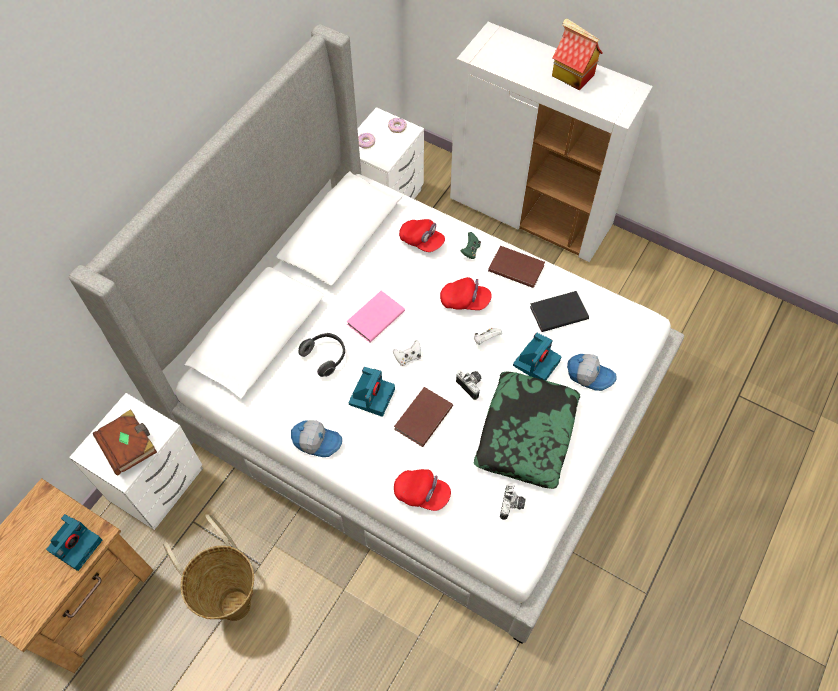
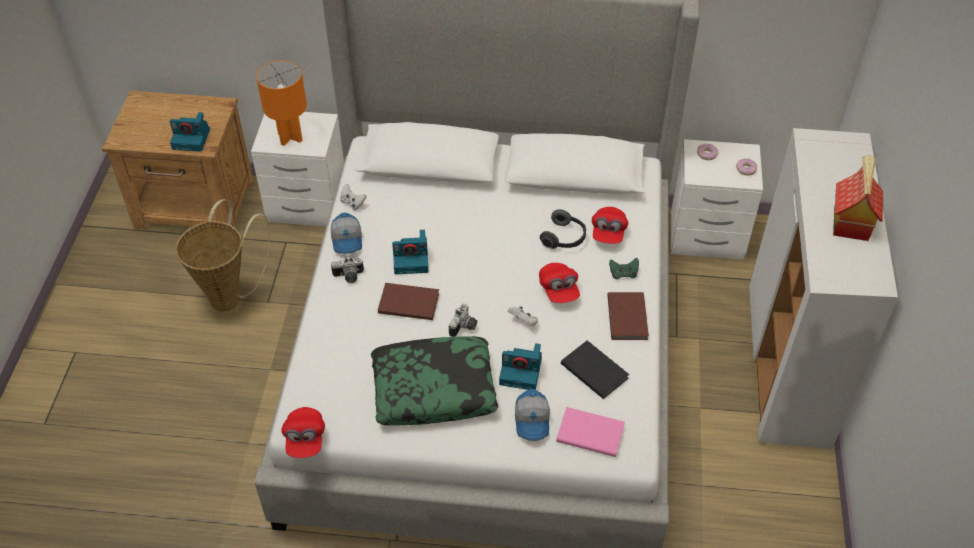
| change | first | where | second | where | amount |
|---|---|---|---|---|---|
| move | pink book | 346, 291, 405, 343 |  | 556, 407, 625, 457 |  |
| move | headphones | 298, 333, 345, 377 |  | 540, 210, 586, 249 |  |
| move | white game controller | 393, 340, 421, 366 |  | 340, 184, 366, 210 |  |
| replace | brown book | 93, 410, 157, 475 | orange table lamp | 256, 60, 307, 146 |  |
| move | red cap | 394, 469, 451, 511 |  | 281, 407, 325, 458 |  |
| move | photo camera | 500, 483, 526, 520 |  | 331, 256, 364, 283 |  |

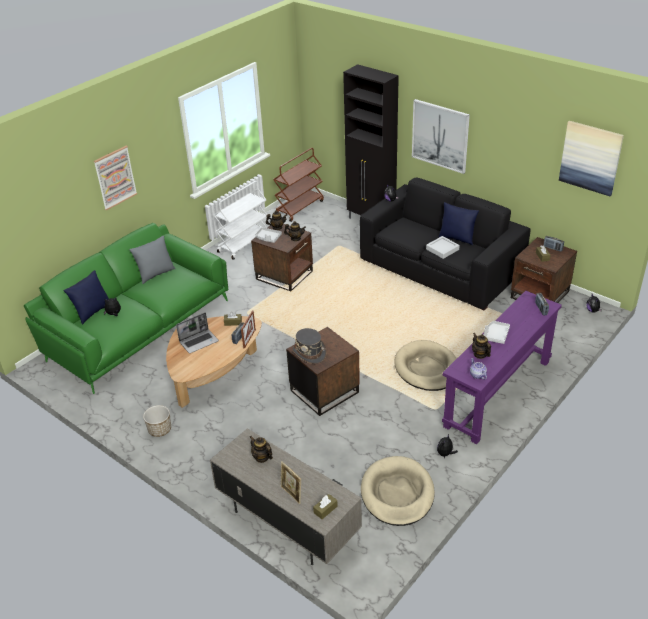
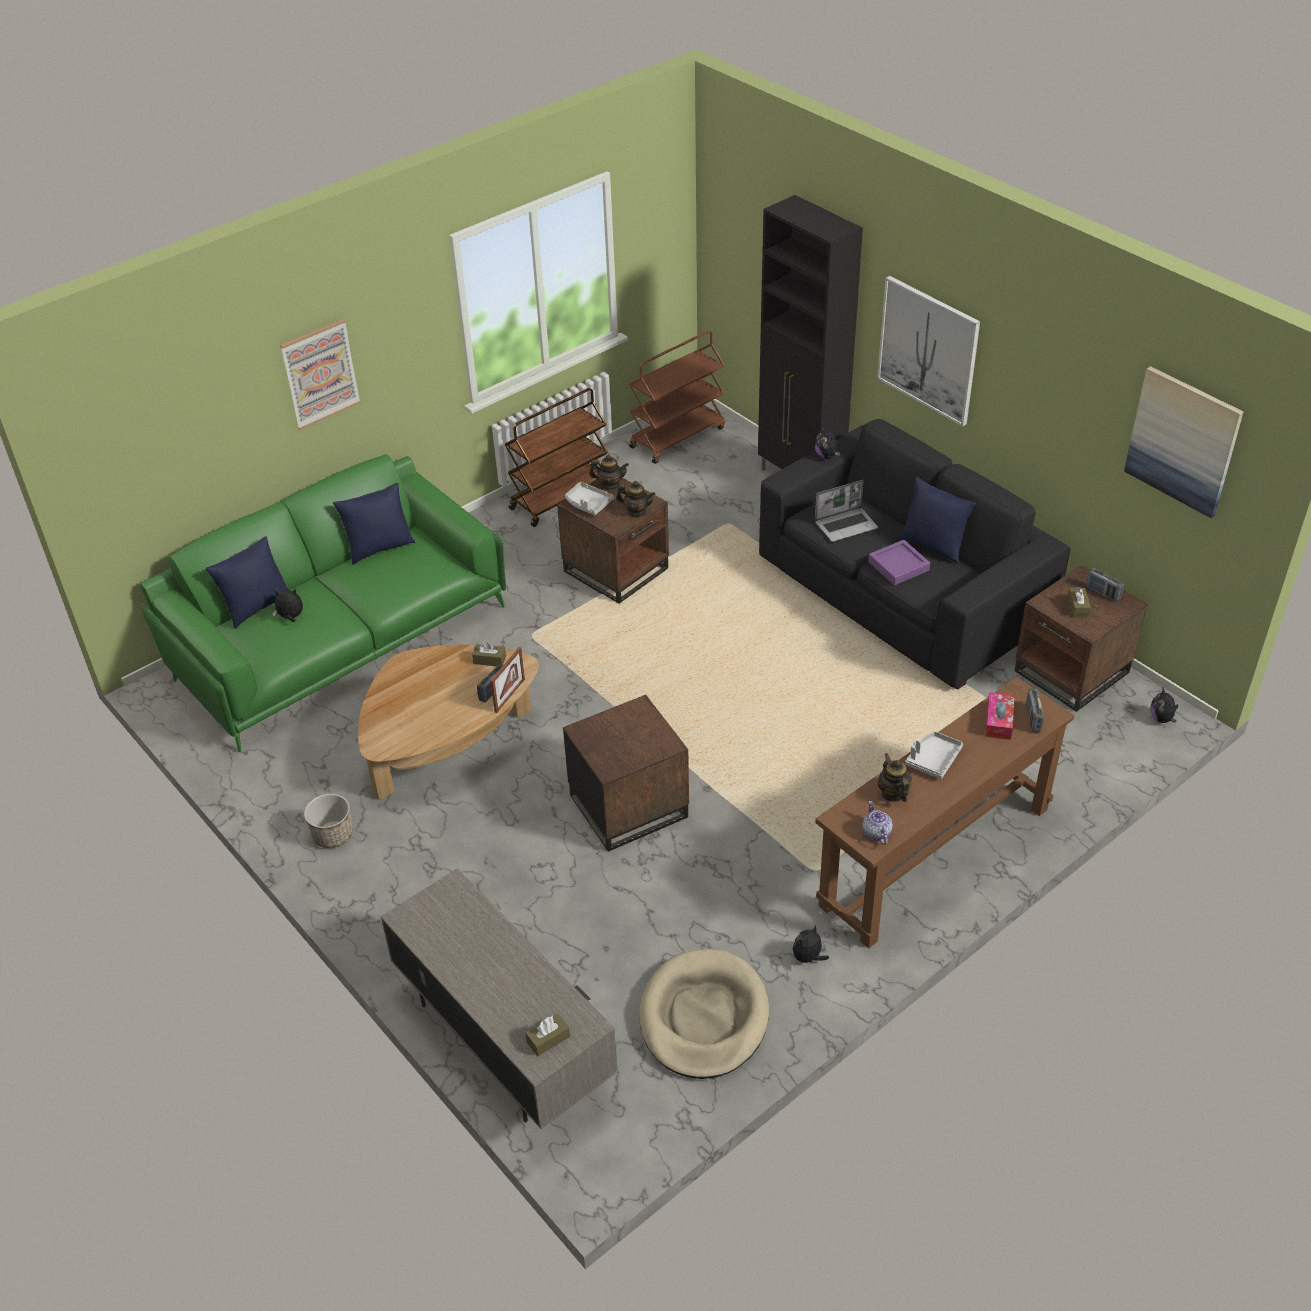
| change | first | where | second | where | amount |
|---|---|---|---|---|---|
| recolor | white cart | 213, 181, 267, 260 | brown cart | 505, 388, 608, 527 |  |
| recolor | grey pillow | 129, 236, 176, 284 | blue pillow | 333, 483, 415, 565 |  |
| recolor | grey tray | 426, 236, 460, 259 | purple tray | 868, 540, 930, 585 |  |
| recolor | purple console table | 442, 291, 562, 444 | brown console table | 815, 677, 1075, 948 |  |
| move | laptop | 176, 312, 219, 354 |  | 815, 480, 878, 542 |  |
| delete | grey hat | 292, 328, 327, 364 |  |  |  |
| delete | beige dog bed | 394, 340, 457, 391 |  |  |  |
| delete | teapot | 250, 436, 273, 463 |  |  |  |
| delete | picture frame | 281, 461, 301, 504 |  |  |  |
| insert |  |  | tissue box | 985, 692, 1015, 740 |  |

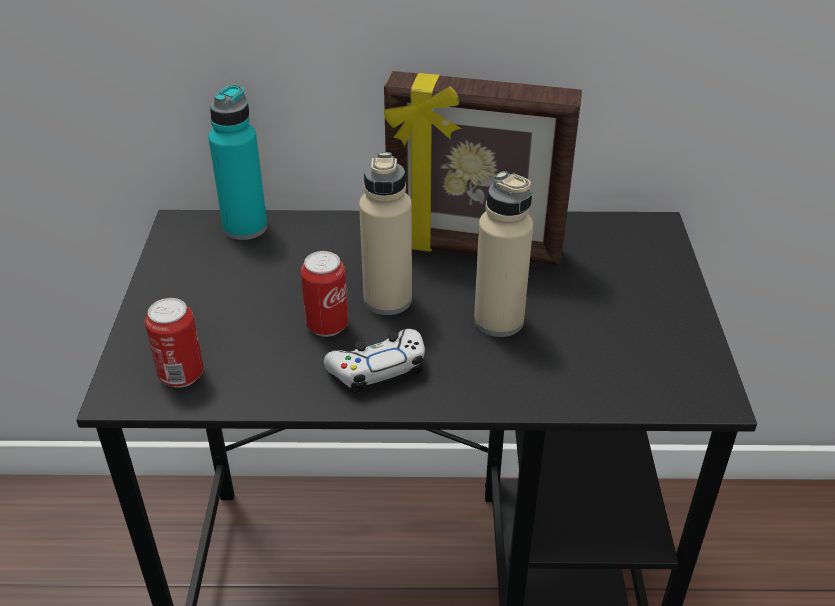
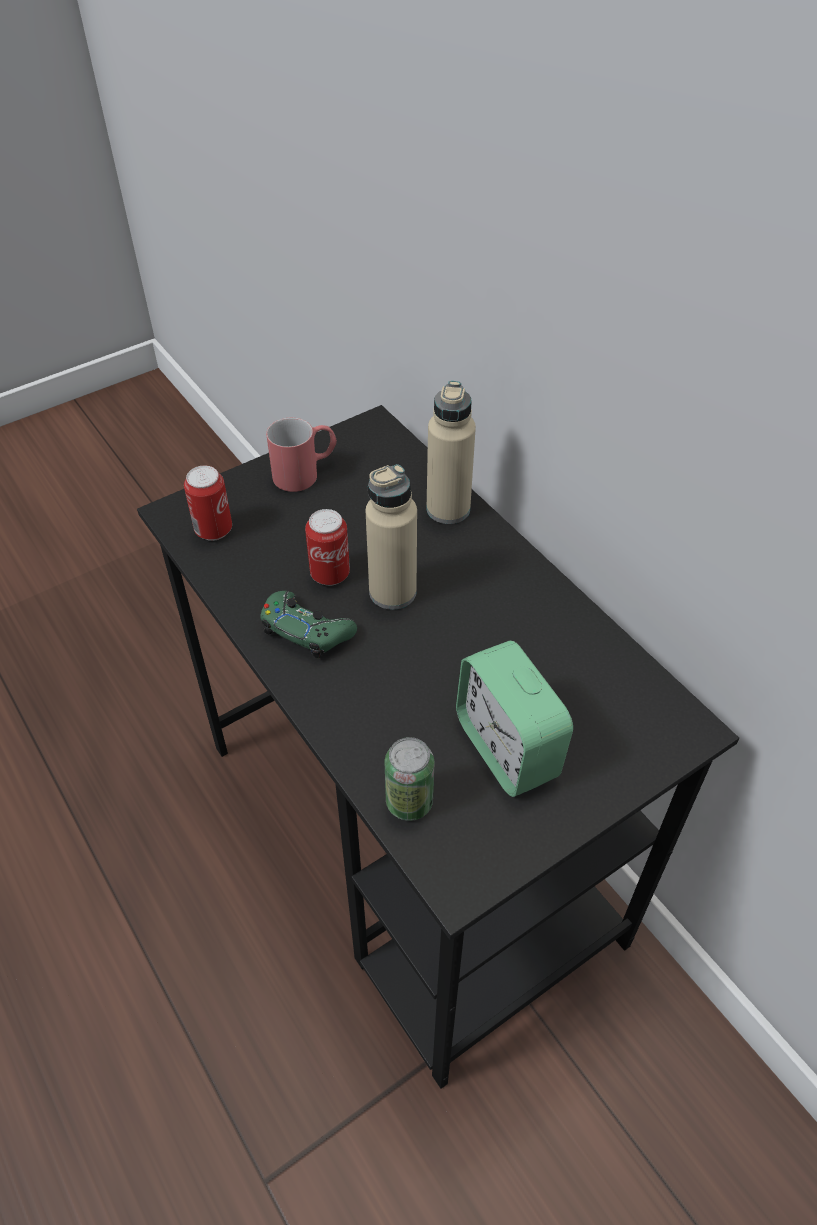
| change | first | where | second | where | amount |
|---|---|---|---|---|---|
| delete | picture frame | 384, 71, 582, 266 |  |  |  |
| delete | turquoise bottle | 208, 84, 267, 240 |  |  |  |
| move | beige bottle | 474, 171, 533, 337 |  | 426, 381, 476, 524 |  |
| recolor | white game controller | 324, 329, 425, 393 | green game controller | 260, 591, 357, 659 |  |
| insert |  |  | red mug | 266, 418, 337, 492 |  |
| insert |  |  | alarm clock | 456, 641, 573, 797 |  |
| insert |  |  | can | 385, 737, 434, 821 |  |

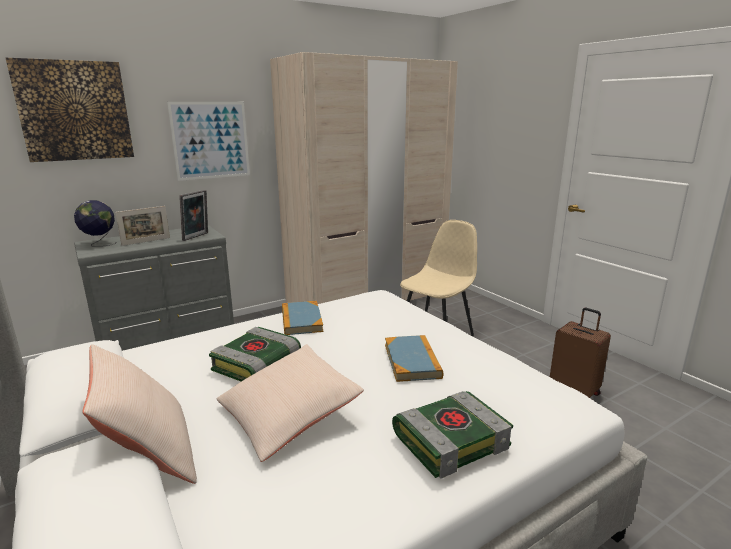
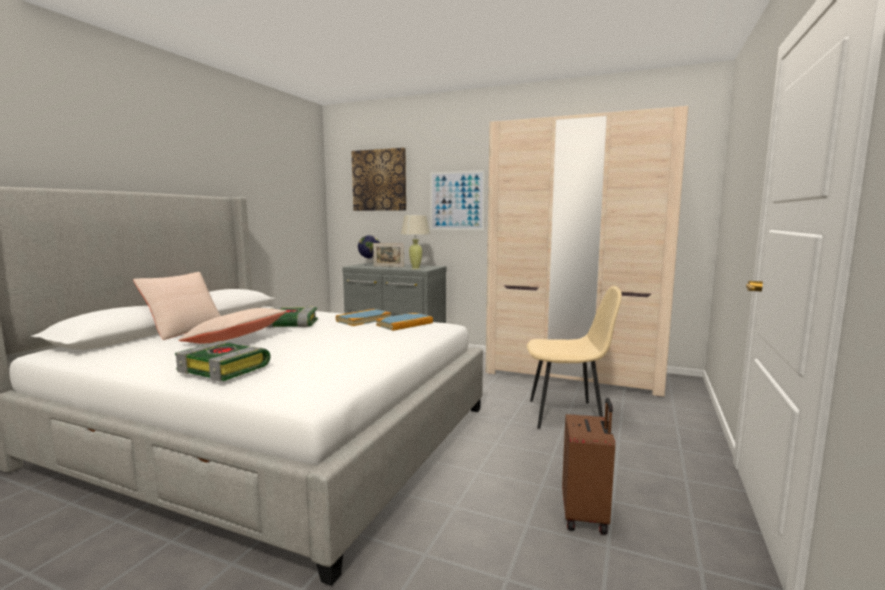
| change | first | where | second | where | amount |
|---|---|---|---|---|---|
| replace | picture frame | 179, 190, 208, 241 | beige table lamp | 401, 215, 430, 269 |  |
| move | book | 385, 335, 443, 382 |  | 376, 313, 433, 331 |  |

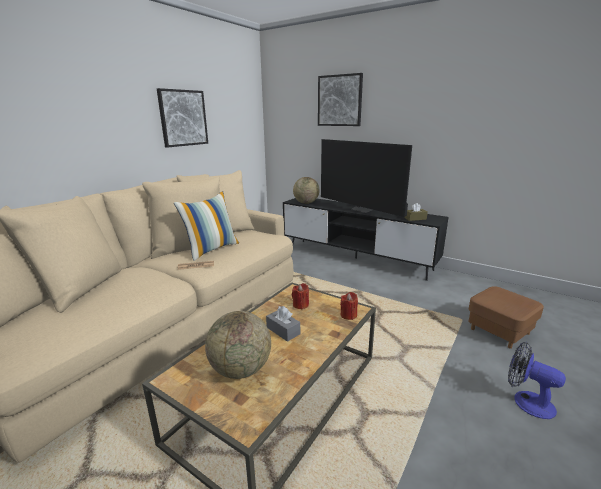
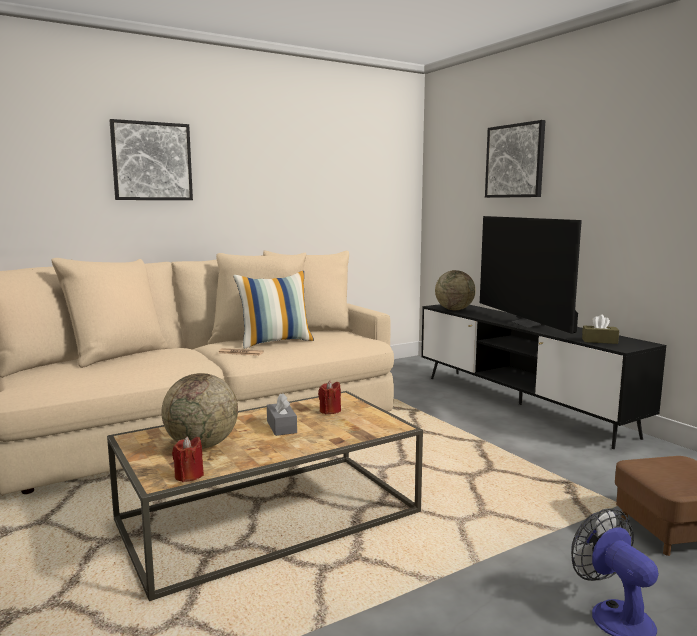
| change | first | where | second | where | amount |
|---|---|---|---|---|---|
| move | picture | 157, 88, 208, 148 |  | 110, 119, 193, 200 |  |
| move | red candle | 340, 292, 358, 320 |  | 172, 436, 204, 482 |  |

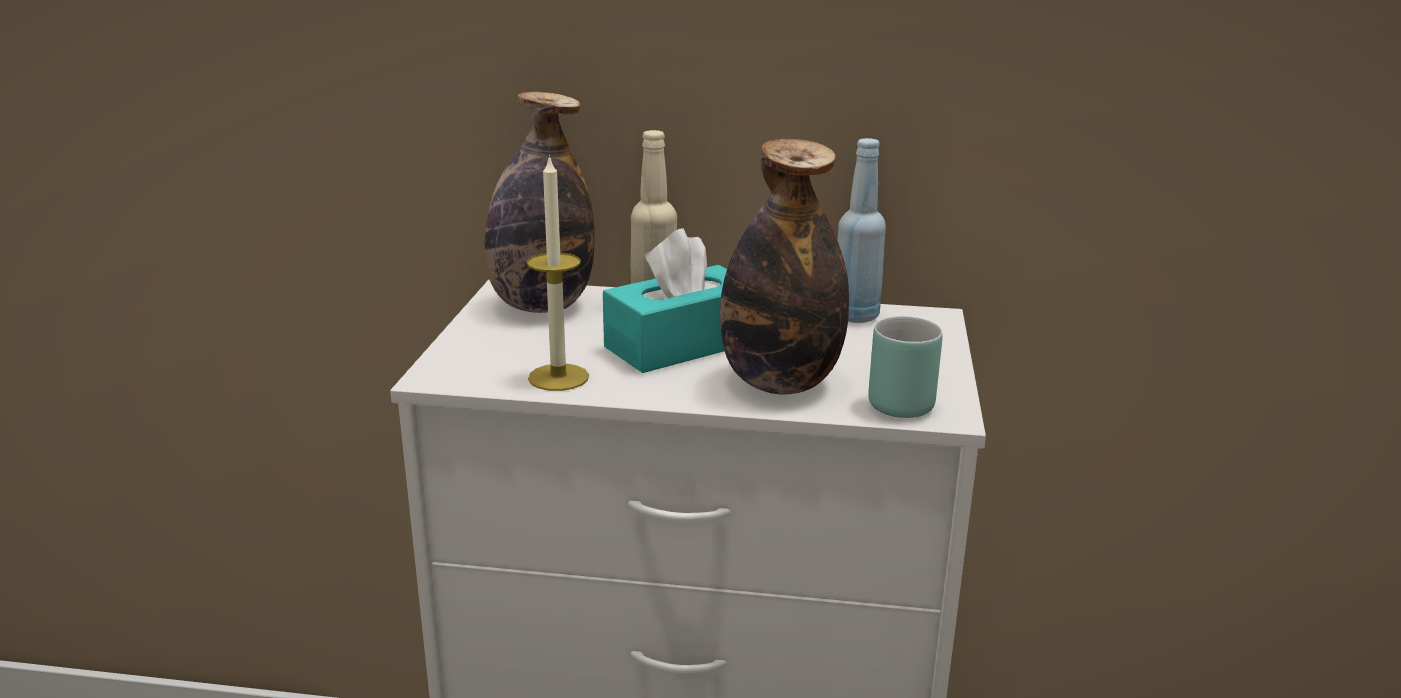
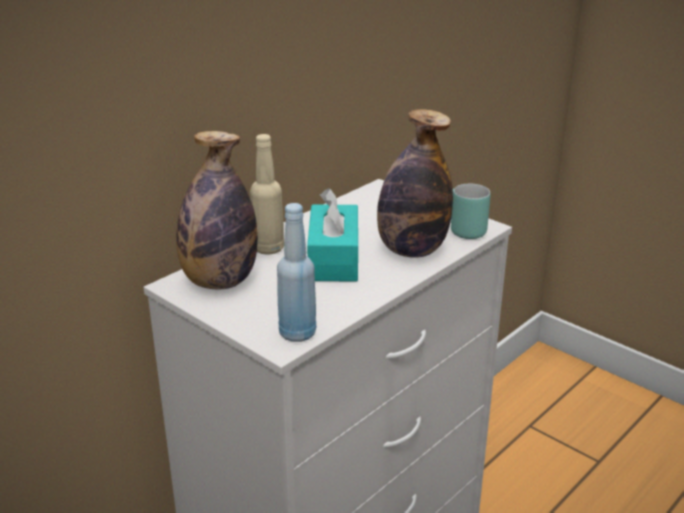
| change | first | where | second | where | amount |
|---|---|---|---|---|---|
| move | blue bottle | 838, 138, 886, 323 |  | 277, 203, 316, 342 |  |
| delete | candle | 527, 154, 589, 391 |  |  |  |

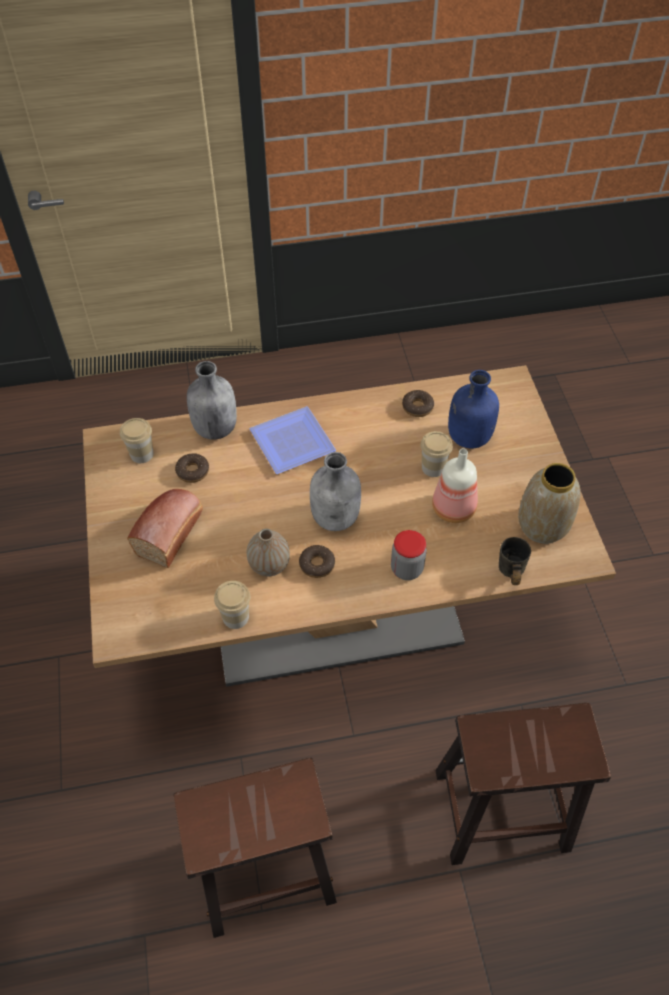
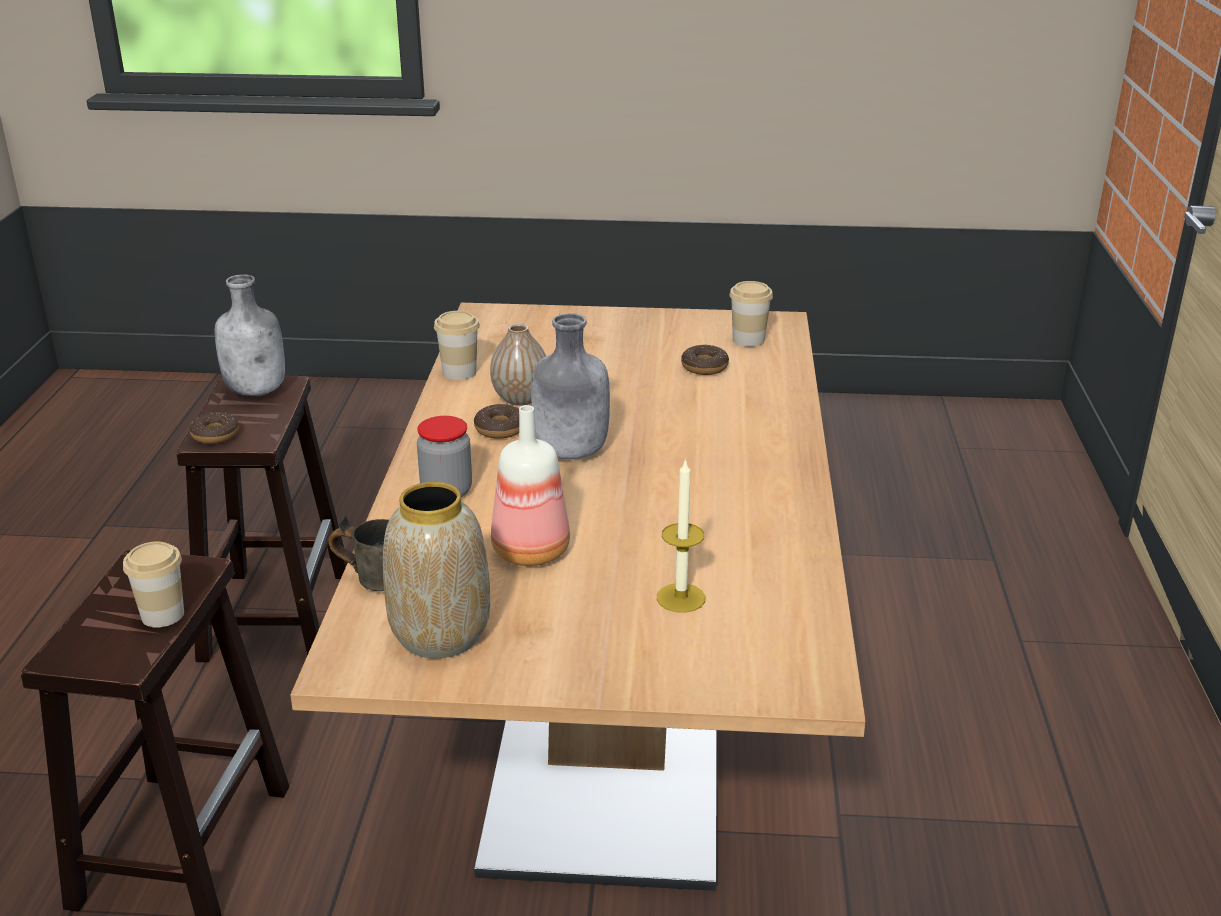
| change | first | where | second | where | amount |
|---|---|---|---|---|---|
| move | grey bottle | 187, 361, 237, 440 |  | 215, 274, 285, 397 |  |
| replace | blue bottle | 448, 370, 499, 448 | candle | 657, 458, 705, 613 |  |
| move | donut | 402, 390, 434, 417 |  | 189, 412, 239, 444 |  |
| delete | plate | 249, 406, 336, 474 |  |  |  |
| move | cup | 420, 431, 453, 477 |  | 123, 542, 184, 628 |  |
| delete | bread | 127, 489, 203, 568 |  |  |  |

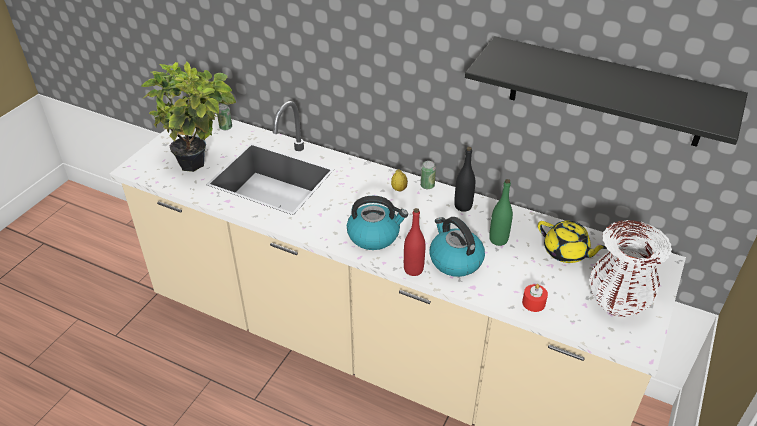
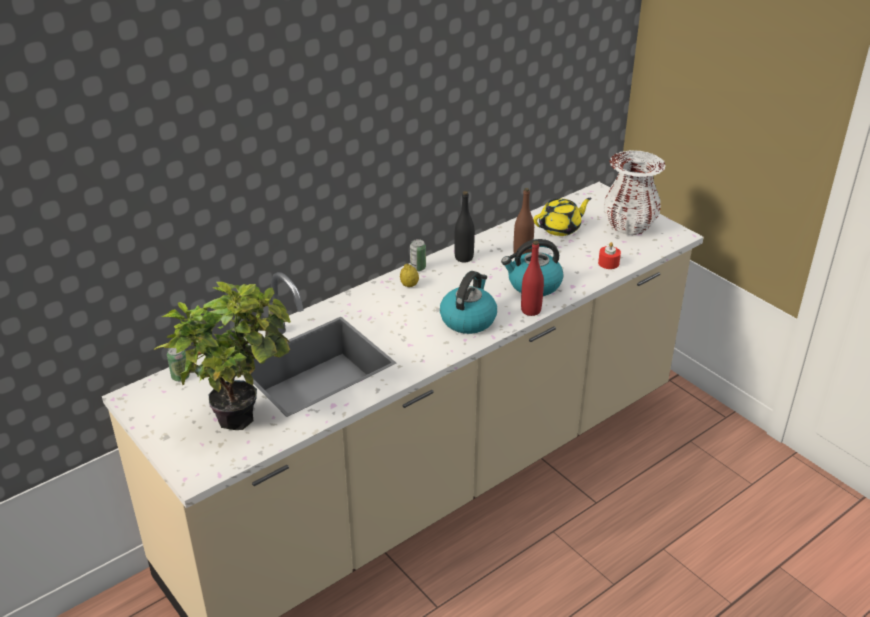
| change | first | where | second | where | amount |
|---|---|---|---|---|---|
| delete | black shelf | 465, 36, 748, 147 |  |  |  |
| recolor | green bottle | 489, 179, 513, 246 | brown bottle | 513, 188, 534, 255 |  |

